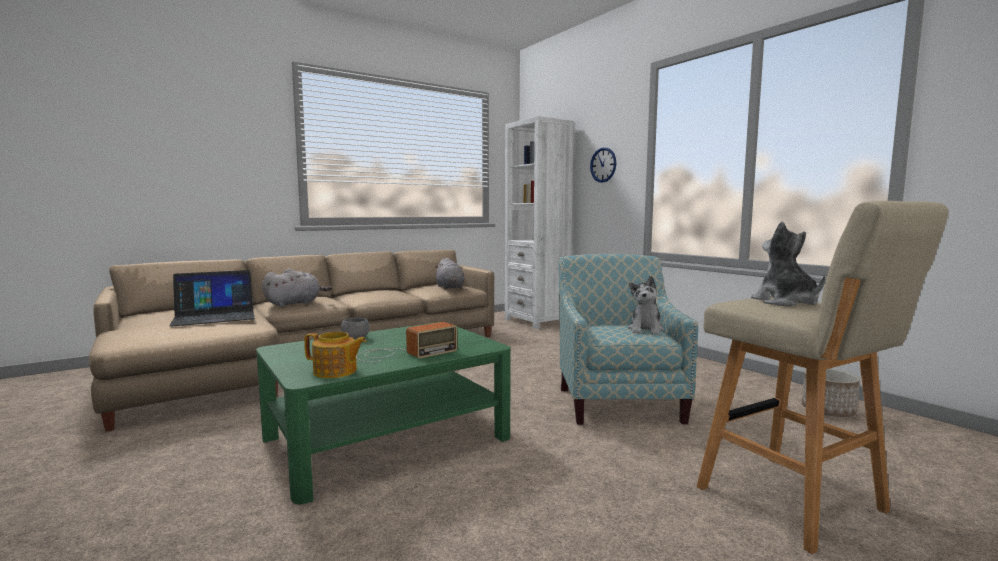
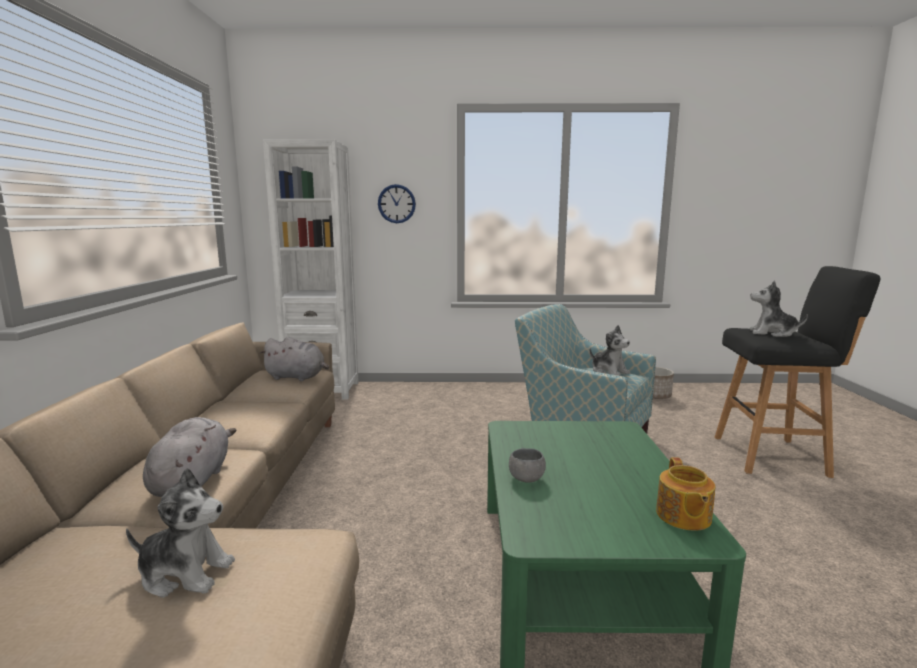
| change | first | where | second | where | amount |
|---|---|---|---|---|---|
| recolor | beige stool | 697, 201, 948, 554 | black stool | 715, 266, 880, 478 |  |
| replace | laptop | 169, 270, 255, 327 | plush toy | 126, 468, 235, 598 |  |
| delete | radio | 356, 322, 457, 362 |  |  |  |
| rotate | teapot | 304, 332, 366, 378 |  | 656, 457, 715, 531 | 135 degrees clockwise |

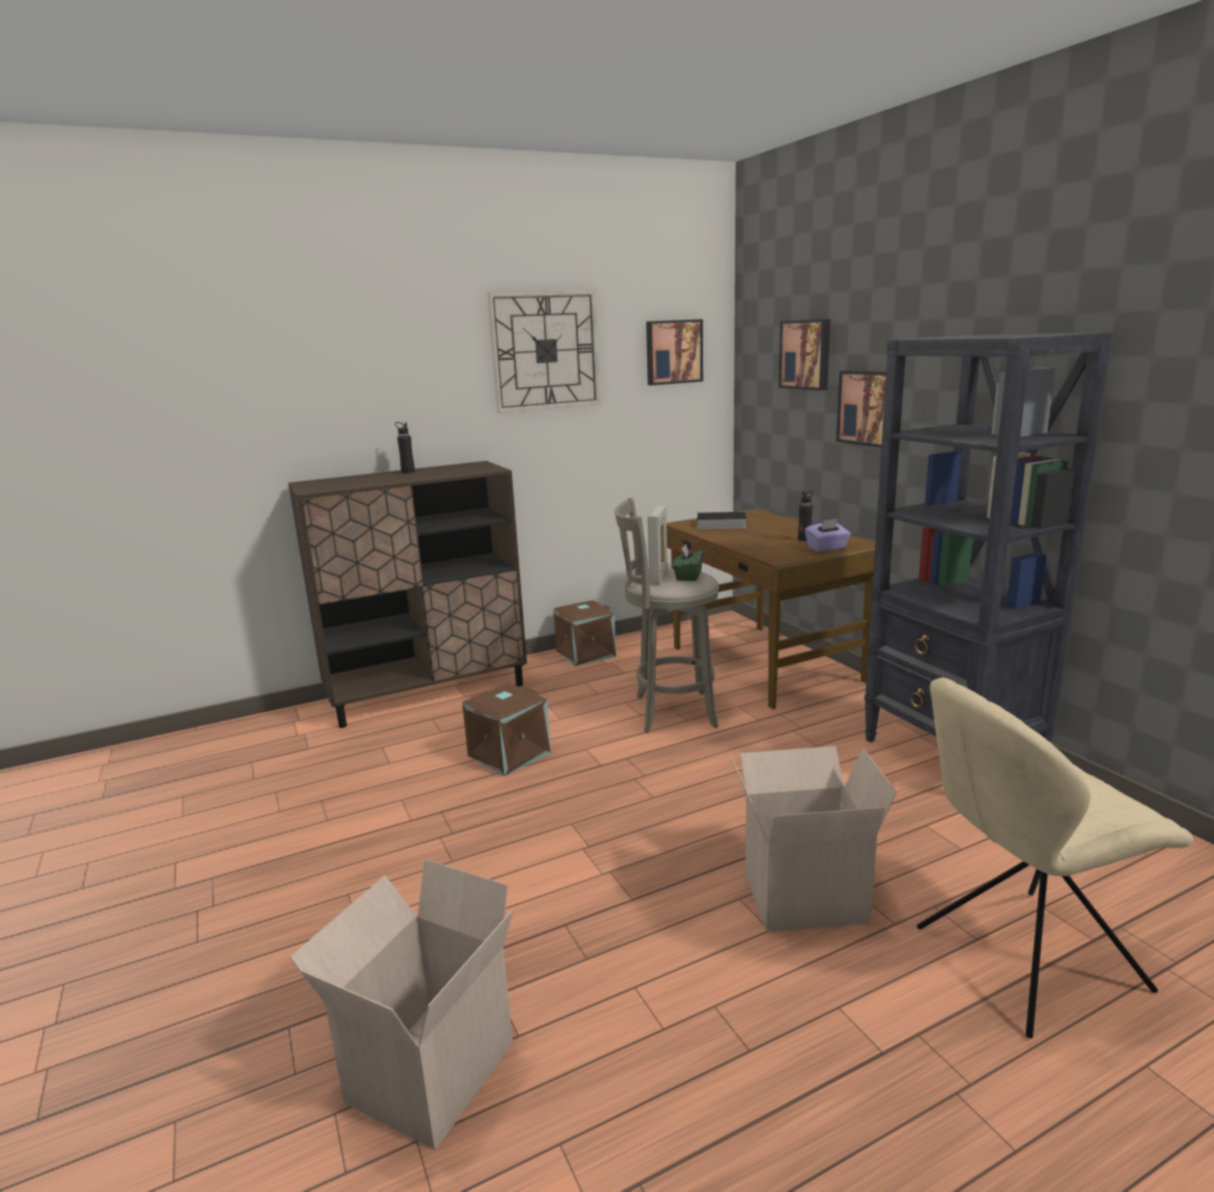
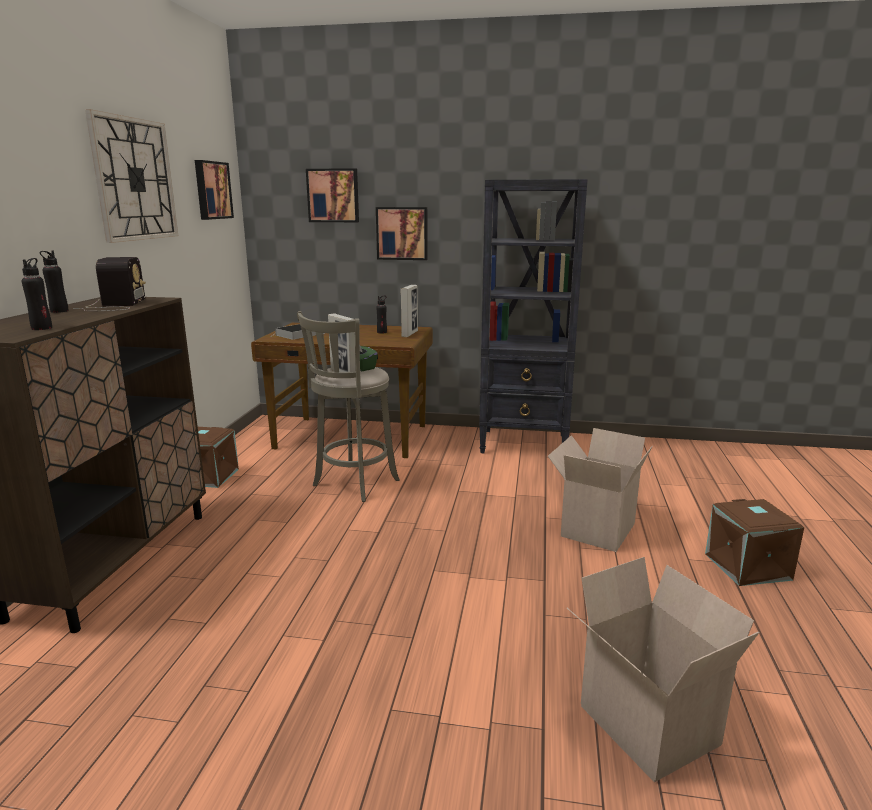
| change | first | where | second | where | amount |
|---|---|---|---|---|---|
| replace | purple tissue box | 805, 519, 851, 552 | picture frame | 400, 285, 418, 337 |  |
| delete | beige chair | 917, 678, 1194, 1038 |  |  |  |
| move | brown storage box | 462, 683, 551, 776 |  | 705, 499, 804, 586 |  |
| insert |  |  | radio | 73, 257, 146, 311 |  |
| insert |  |  | black bottle | 22, 258, 52, 330 |  |

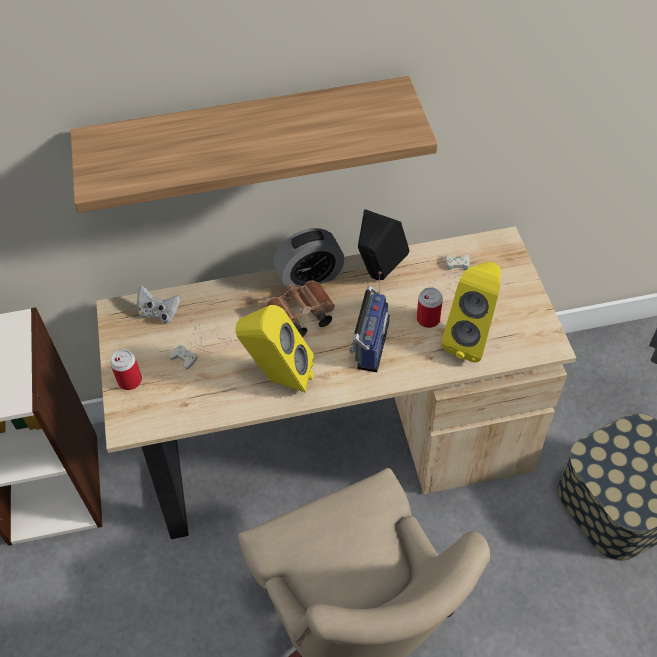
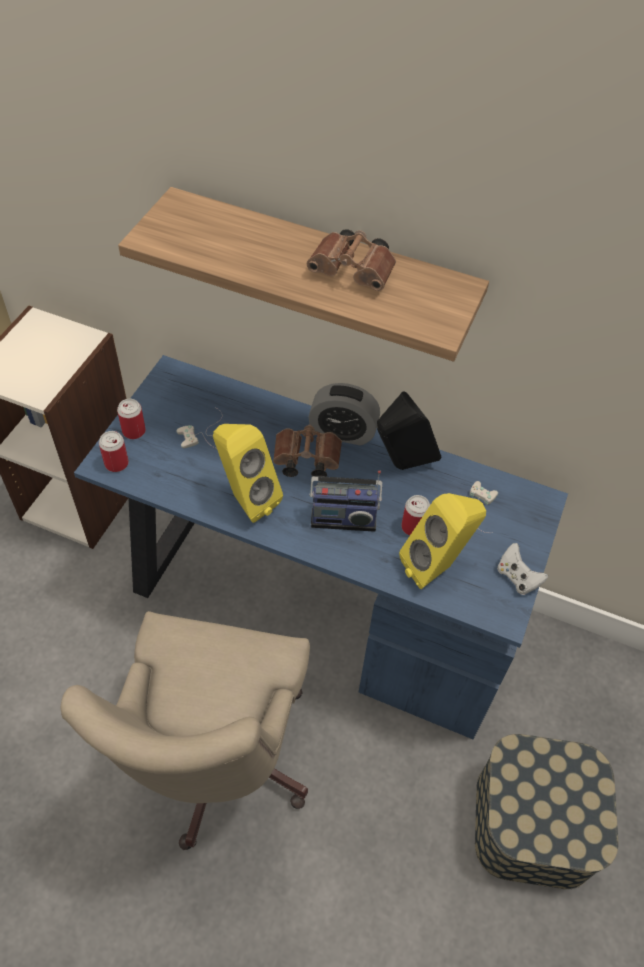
| change | first | where | second | where | amount |
|---|---|---|---|---|---|
| recolor | beige desk | 96, 226, 576, 539 | blue desk | 74, 355, 568, 739 |  |
| rotate | radio | 349, 271, 390, 372 |  | 310, 470, 382, 532 | 45 degrees clockwise |
| move | white game controller | 137, 286, 180, 323 |  | 497, 543, 548, 595 |  |
| insert |  |  | brown binoculars | 307, 229, 396, 291 |  |
| insert |  |  | can | 99, 431, 129, 472 |  |

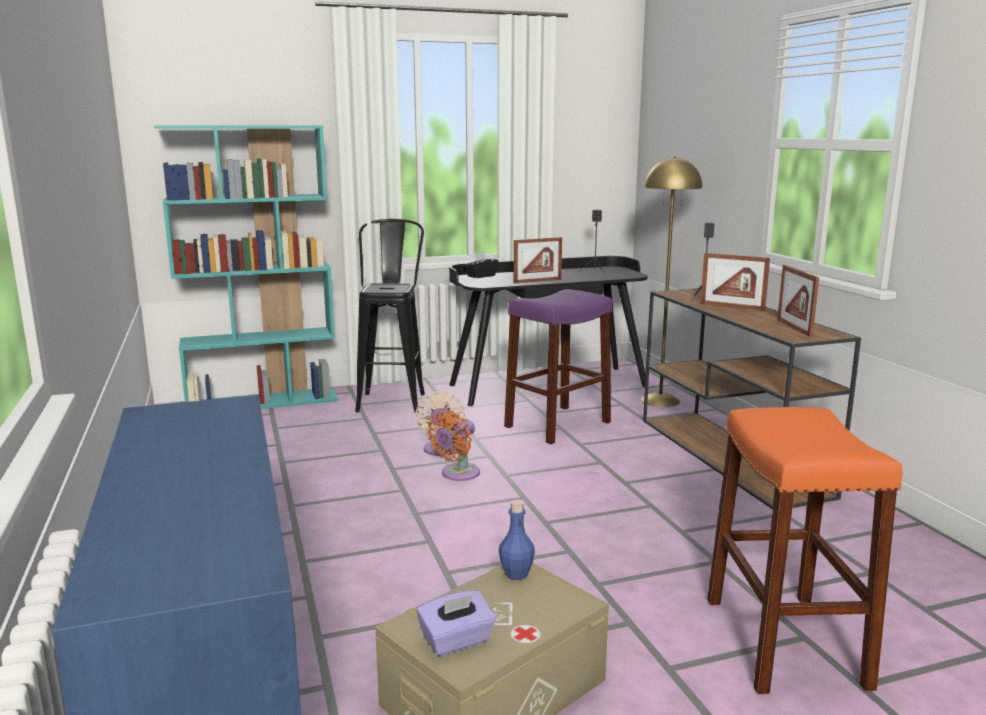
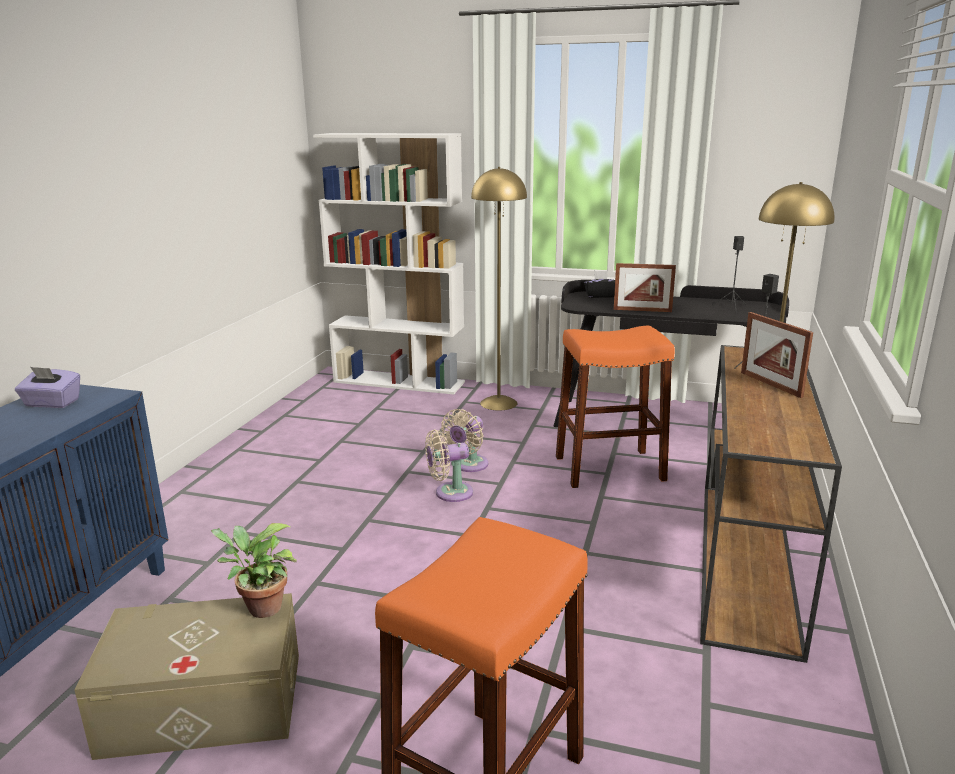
| change | first | where | second | where | amount |
|---|---|---|---|---|---|
| recolor | turquoise bookcase | 154, 125, 338, 409 | white bookcase | 313, 133, 465, 394 |  |
| replace | black stool | 355, 219, 425, 413 | yellow floor lamp | 471, 167, 527, 411 |  |
| delete | picture frame | 777, 265, 819, 337 |  |  |  |
| recolor | purple stool | 504, 289, 612, 444 | orange stool | 556, 326, 675, 488 |  |
| recolor | orange fan | 427, 410, 480, 481 | beige fan | 425, 430, 473, 502 |  |
| replace | blue bottle | 499, 500, 535, 580 | potted plant | 211, 523, 297, 618 |  |
| move | purple tissue box | 417, 590, 496, 656 |  | 15, 367, 80, 408 |  |

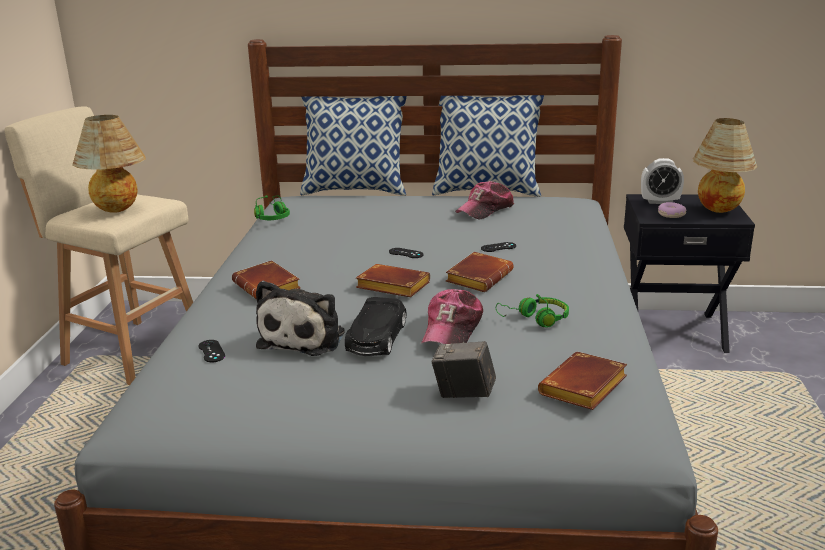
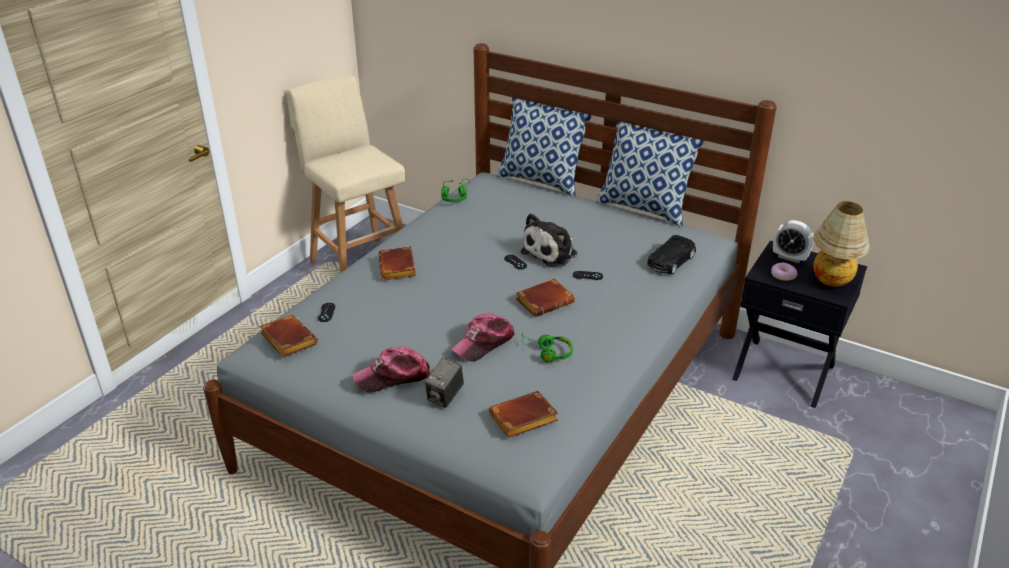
| change | first | where | second | where | amount |
|---|---|---|---|---|---|
| delete | table lamp | 72, 115, 145, 213 |  |  |  |
| move | cap | 455, 181, 514, 219 |  | 352, 347, 431, 392 |  |
| move | brown book | 356, 264, 430, 297 |  | 259, 315, 318, 357 |  |
| move | plush toy | 256, 281, 345, 356 |  | 520, 213, 577, 267 |  |
| move | black toy car | 345, 297, 407, 356 |  | 647, 235, 696, 275 |  |
| rotate | photo camera | 432, 341, 496, 398 |  | 425, 357, 464, 408 | 105 degrees counterclockwise |

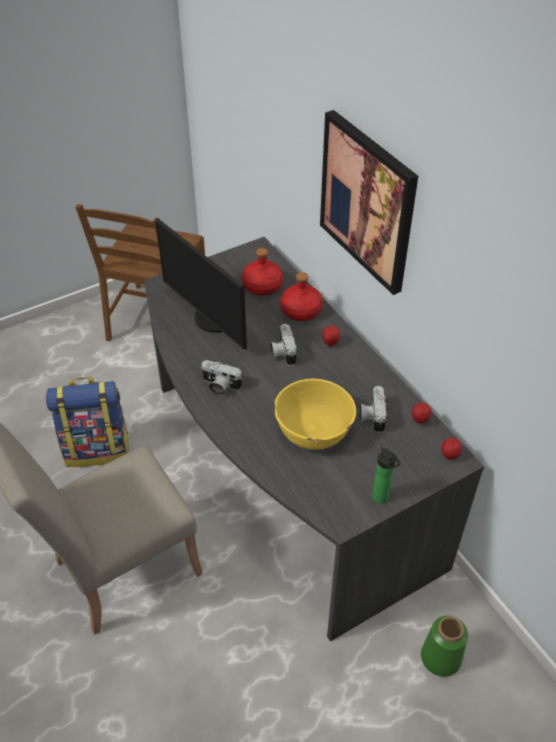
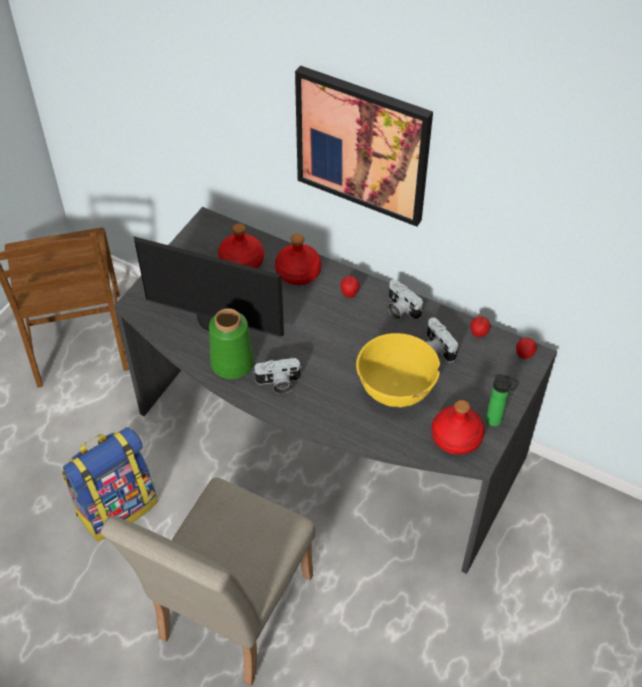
| change | first | where | second | where | amount |
|---|---|---|---|---|---|
| move | photo camera | 270, 324, 297, 366 |  | 388, 280, 423, 320 |  |
| move | green vase | 421, 615, 468, 677 |  | 209, 308, 254, 379 |  |
| insert |  |  | red bottle | 431, 400, 485, 455 |  |

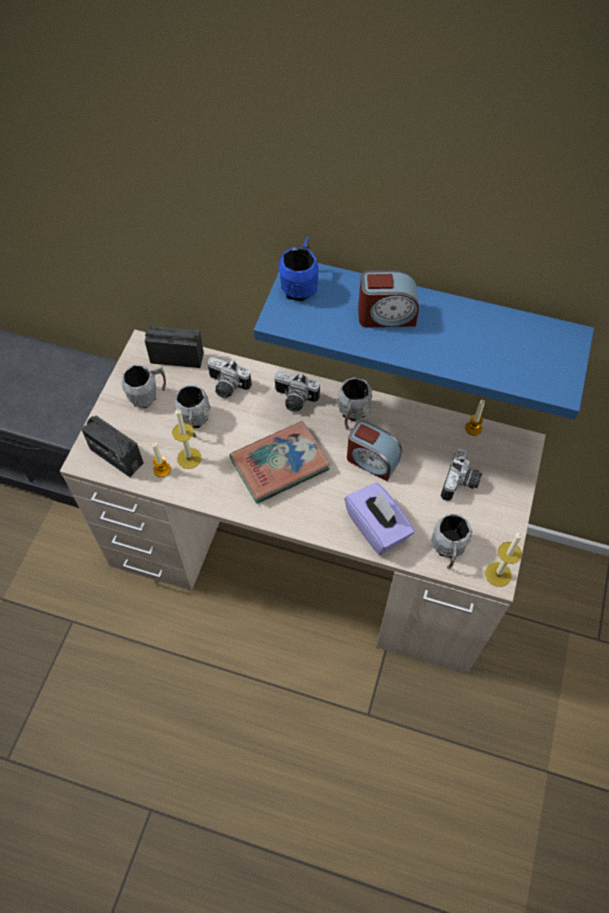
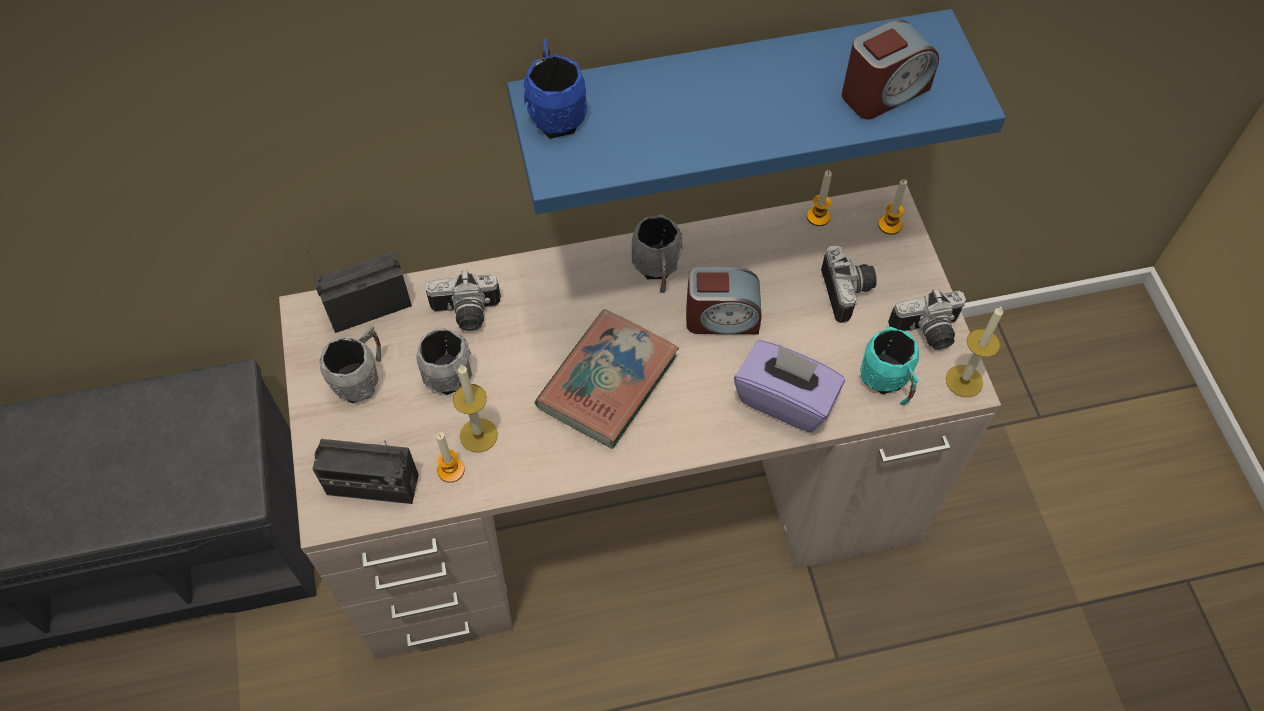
| change | first | where | second | where | amount |
|---|---|---|---|---|---|
| move | alarm clock | 358, 270, 419, 327 |  | 842, 20, 939, 119 |  |
| move | photo camera | 275, 371, 320, 412 |  | 888, 288, 966, 350 |  |
| recolor | grey mug | 431, 514, 472, 569 | turquoise mug | 860, 327, 919, 405 |  |
| insert |  |  | candle | 878, 179, 907, 235 |  |

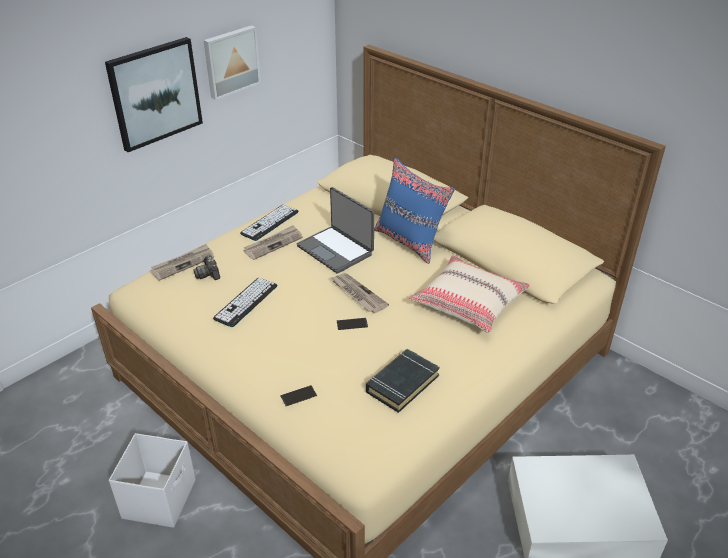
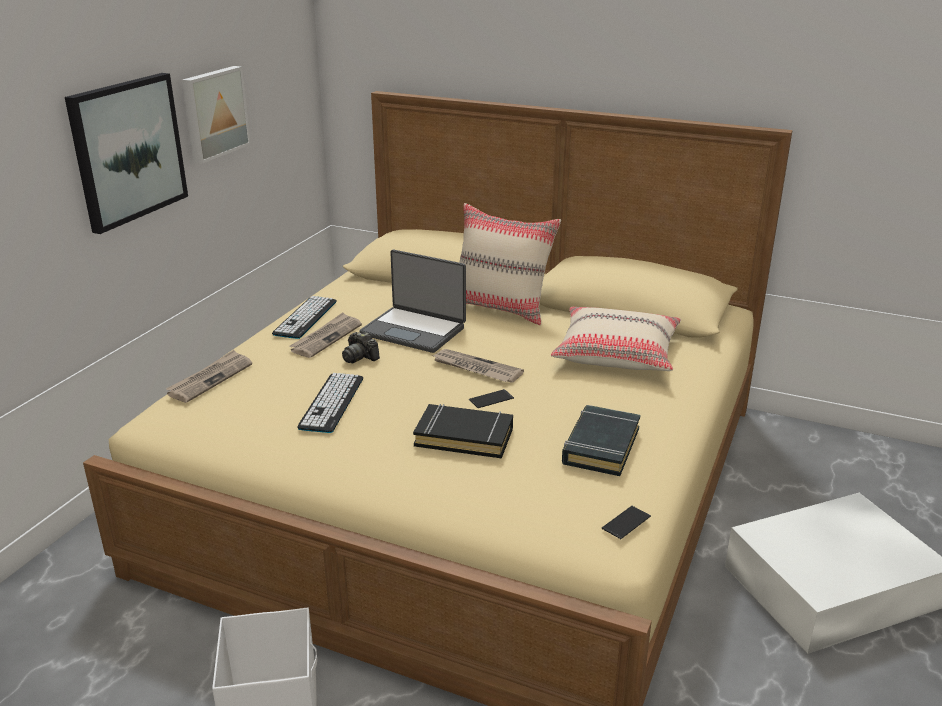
| change | first | where | second | where | amount |
|---|---|---|---|---|---|
| recolor | blue pillow | 374, 158, 455, 264 | beige pillow | 459, 203, 561, 325 |  |
| move | photo camera | 193, 255, 220, 280 |  | 342, 332, 380, 364 |  |
| move | phone | 280, 385, 317, 406 |  | 602, 506, 651, 539 |  |
| insert |  |  | black book | 413, 404, 513, 459 |  |

